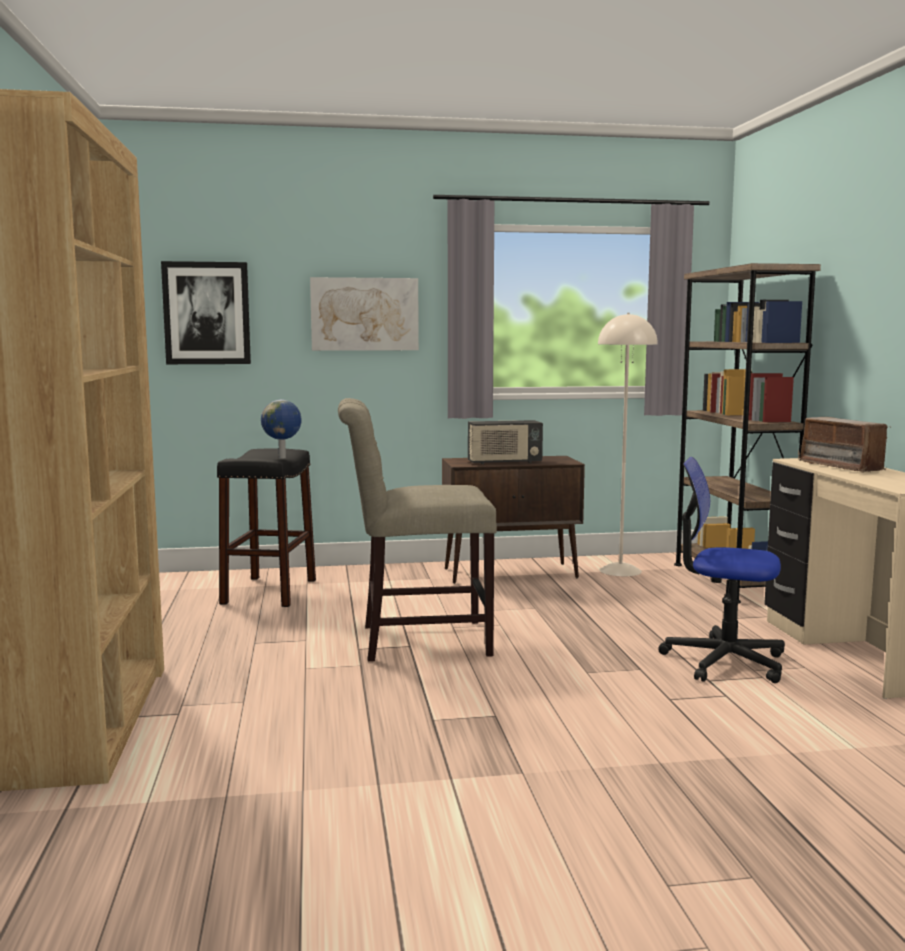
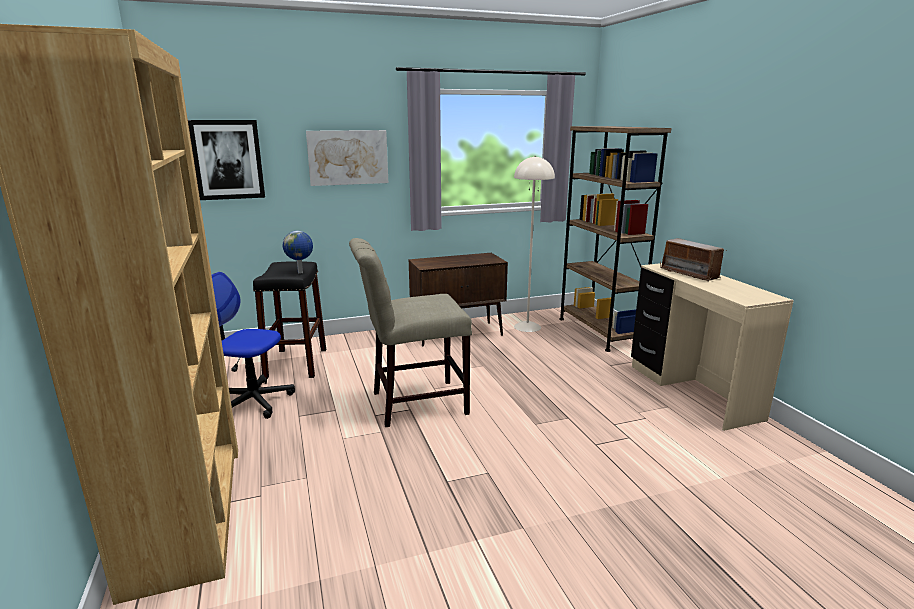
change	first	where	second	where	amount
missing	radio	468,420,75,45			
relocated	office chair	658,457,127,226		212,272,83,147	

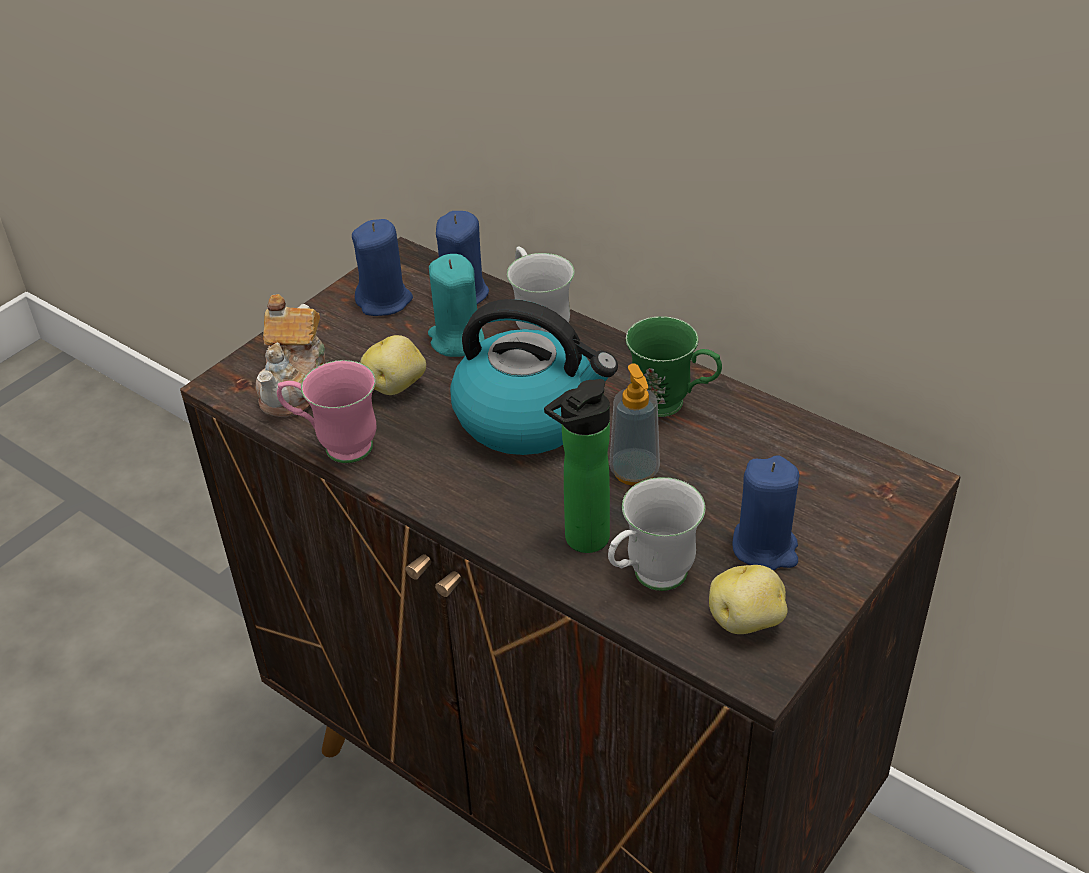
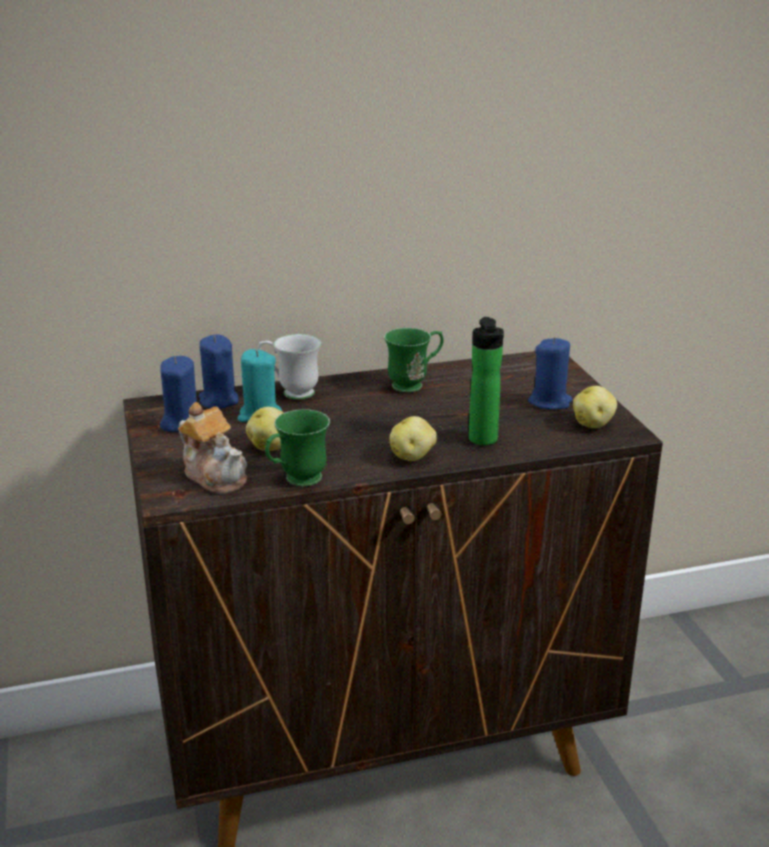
change	first	where	second	where	amount
missing	kettle	450,299,168,156			
colour	mug (pink)	277,360,99,103	mug (green)	265,409,65,77	
missing	soap dispenser	609,363,51,123			
missing	mug (white)	608,477,97,114			
appeared			potato	389,416,48,45	

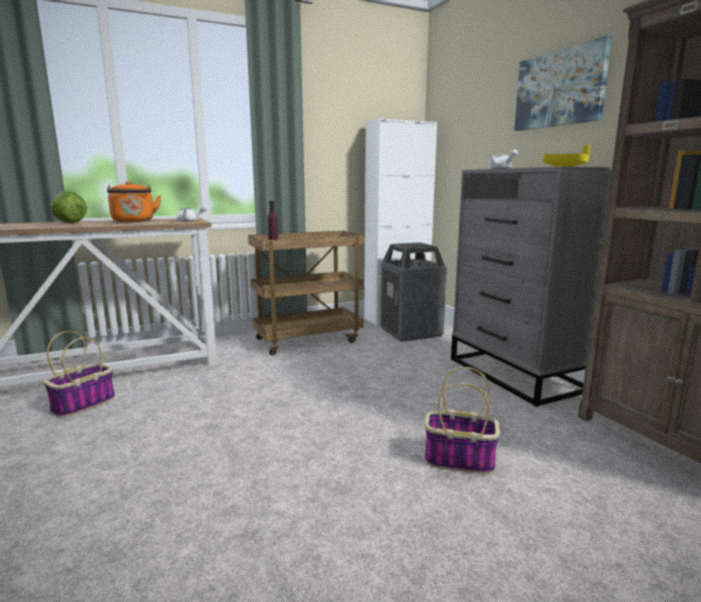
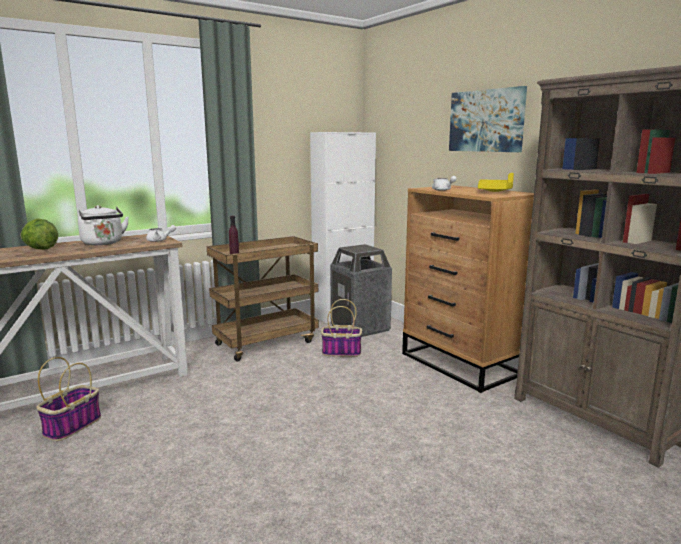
change	first	where	second	where	amount
colour	dresser (grey)	451,166,161,241	dresser (brown)	402,185,132,208	
colour	kettle (orange)	107,181,55,41	kettle (white)	78,205,51,40	
relocated	basket	425,367,75,107		321,299,41,58	

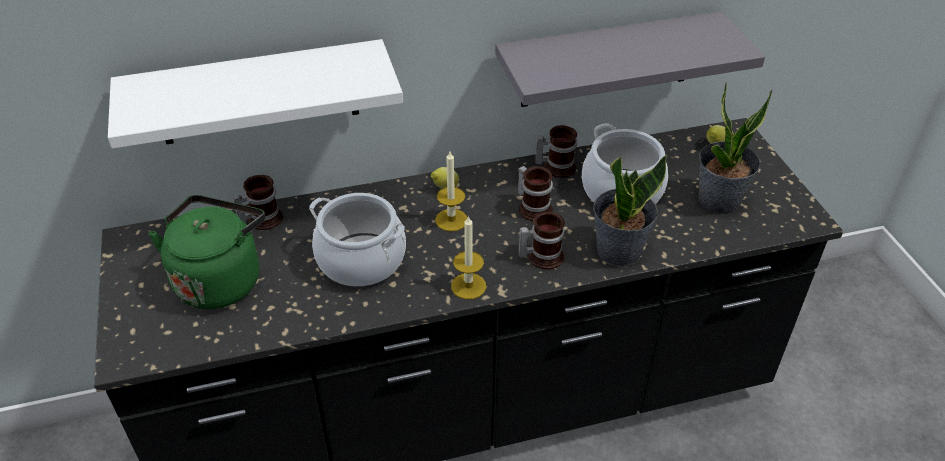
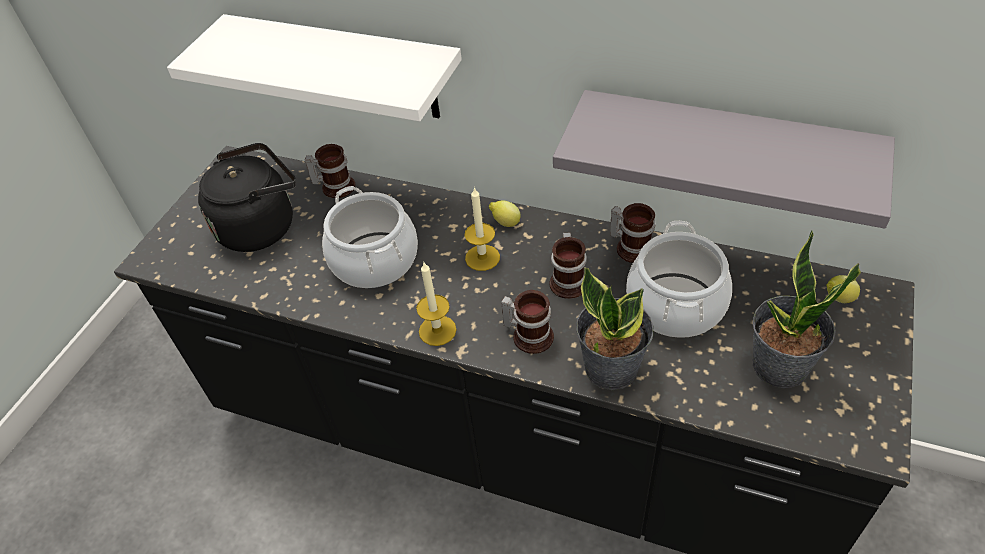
change	first	where	second	where	amount
colour	kettle (green)	148,195,117,114	kettle (black)	198,143,98,109	

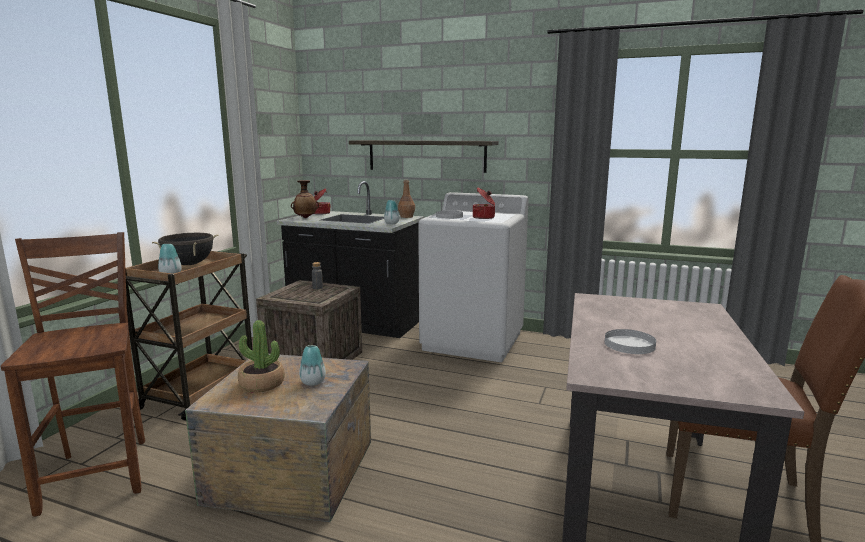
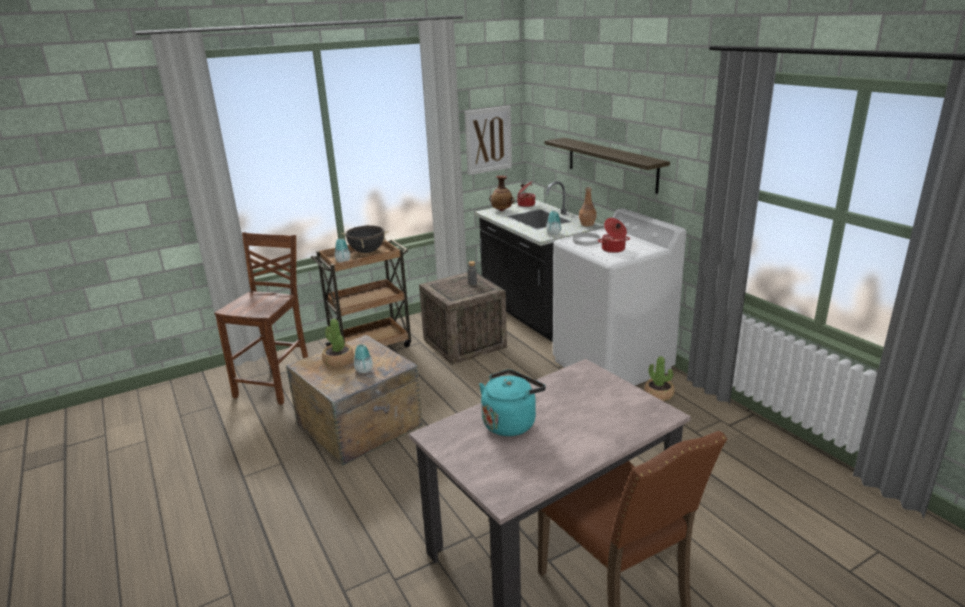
change	first	where	second	where	amount
exchanged	plate (white)	605,329,51,25	kettle (turquoise)	479,369,67,67	
appeared			picture	465,106,47,69	
appeared			potted plant	644,356,30,45	

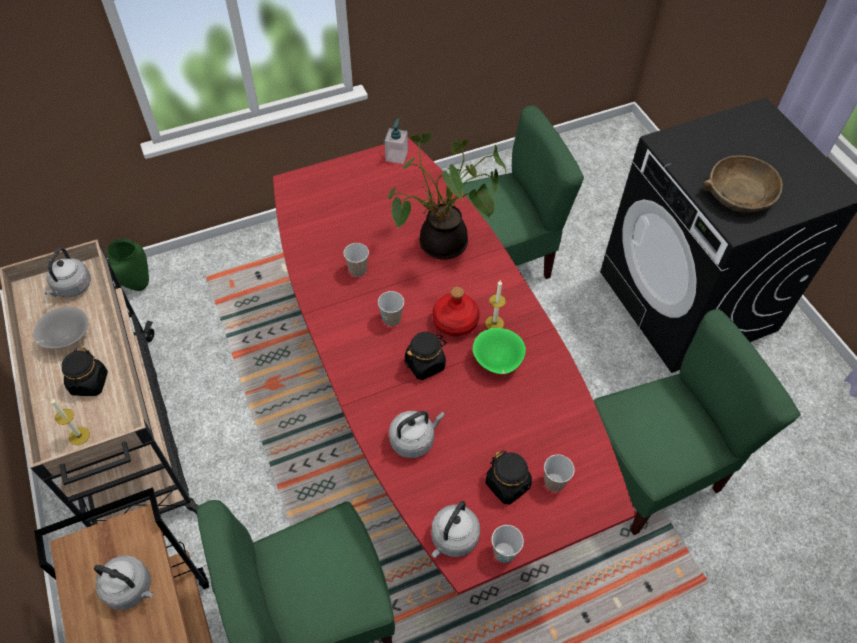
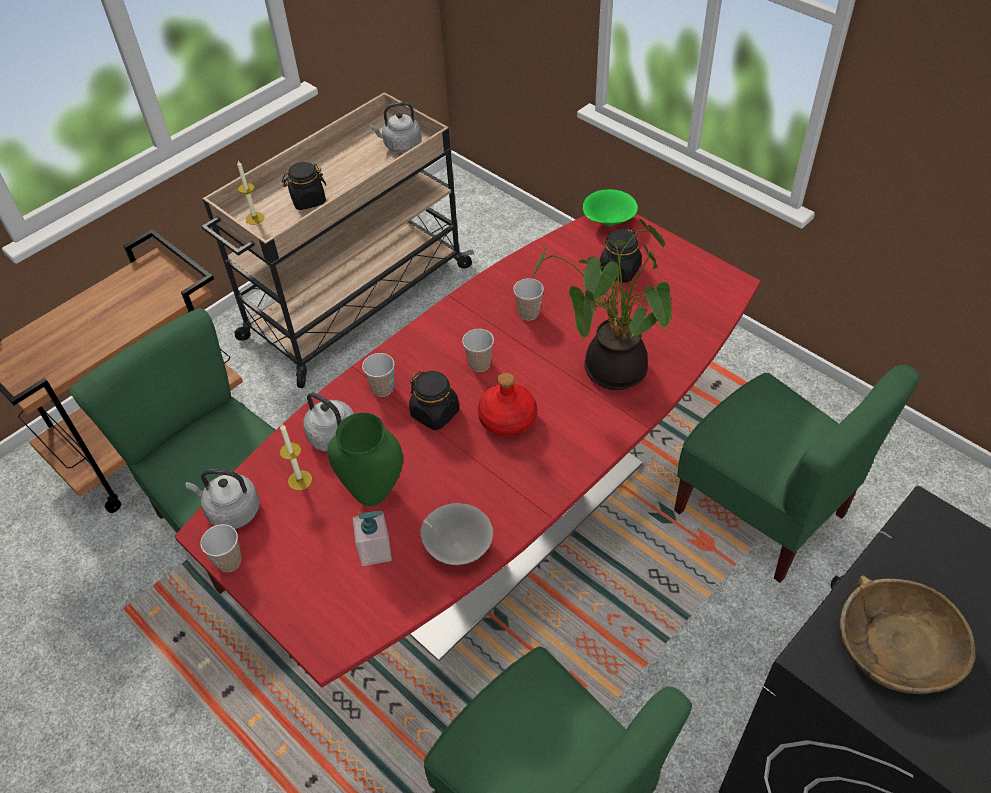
change	first	where	second	where	amount
relocated	soap dispenser	385,118,23,46		353,511,39,55	
relocated	vase (green)	107,238,42,53		327,412,76,94	
relocated	candle	485,280,21,49		279,423,33,68	
relocated	bowl (grey)	34,307,54,42		420,503,73,62	
relocated	bowl (green)	473,328,53,46		583,189,55,37	
relocated	jar (black)	486,451,46,54		600,228,42,55	
relocated	cup	544,454,31,38		362,353,33,44	
missing	kettle (grey)	94,555,59,55			

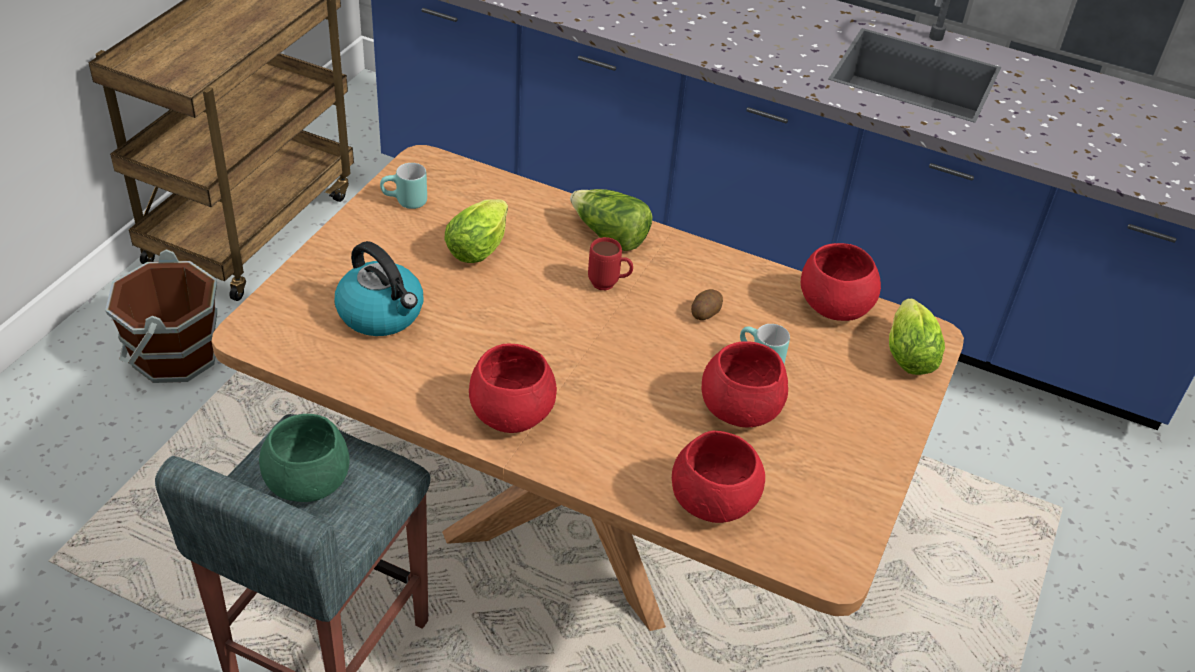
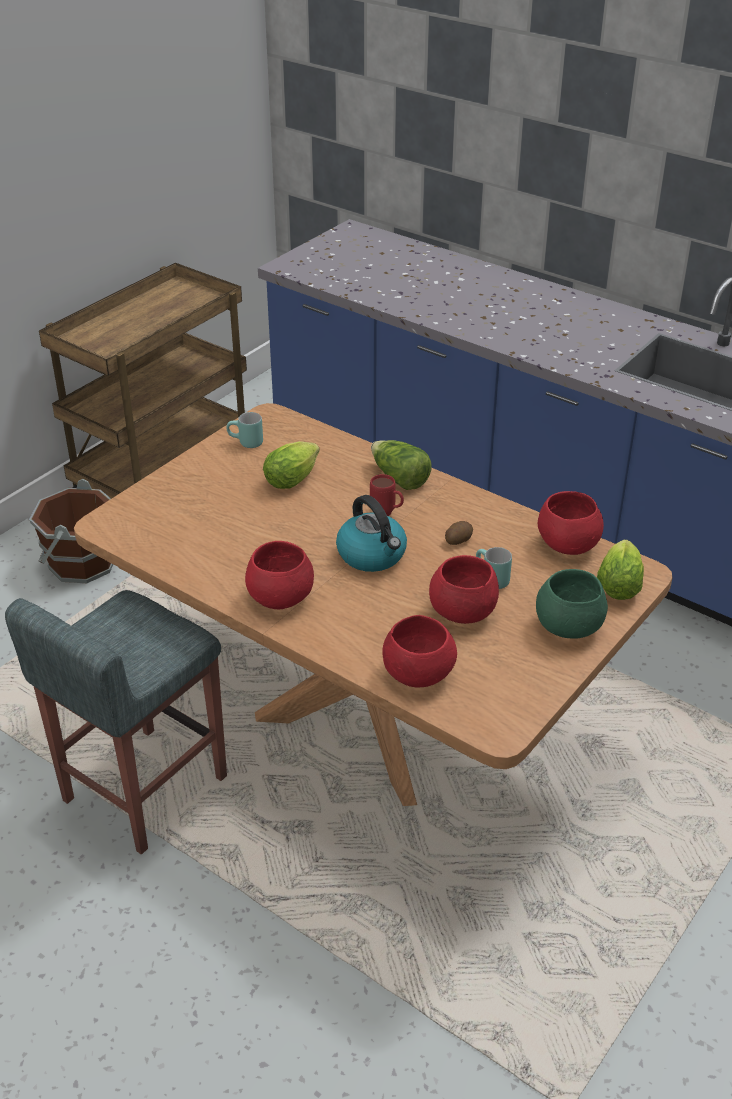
change	first	where	second	where	amount
relocated	kettle	335,241,88,95		336,495,71,77	
relocated	bowl (green)	259,414,91,88		536,569,72,70	

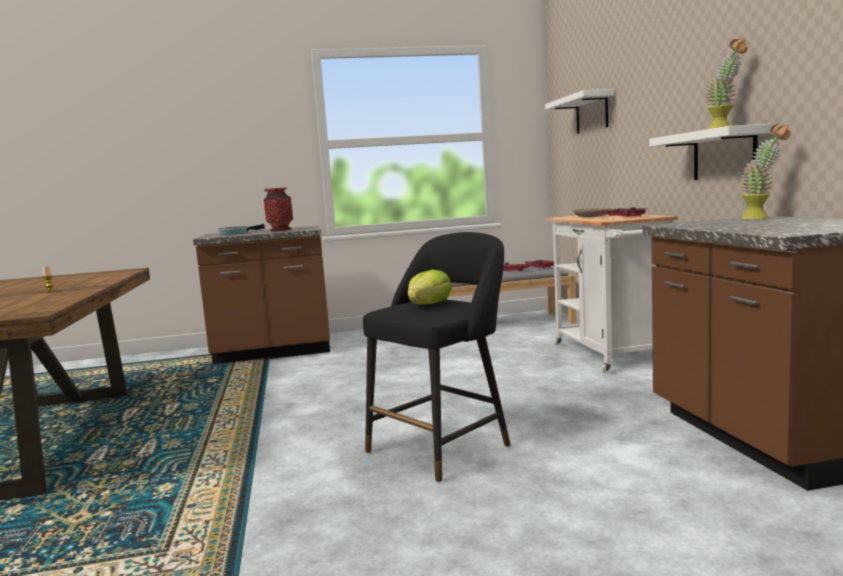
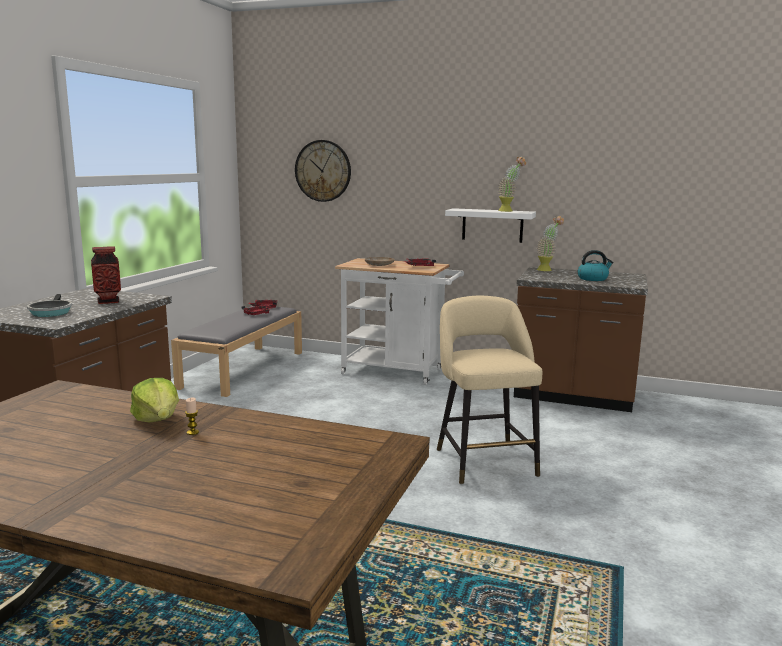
change	first	where	second	where	amount
exchanged	shelf (white)	545,89,69,45	wall clock	295,140,56,62	
colour	stool (black)	363,232,148,250	stool (beige)	437,296,105,188	
relocated	lettuce	408,269,44,36		130,378,49,44	
appeared			kettle	577,250,37,31	

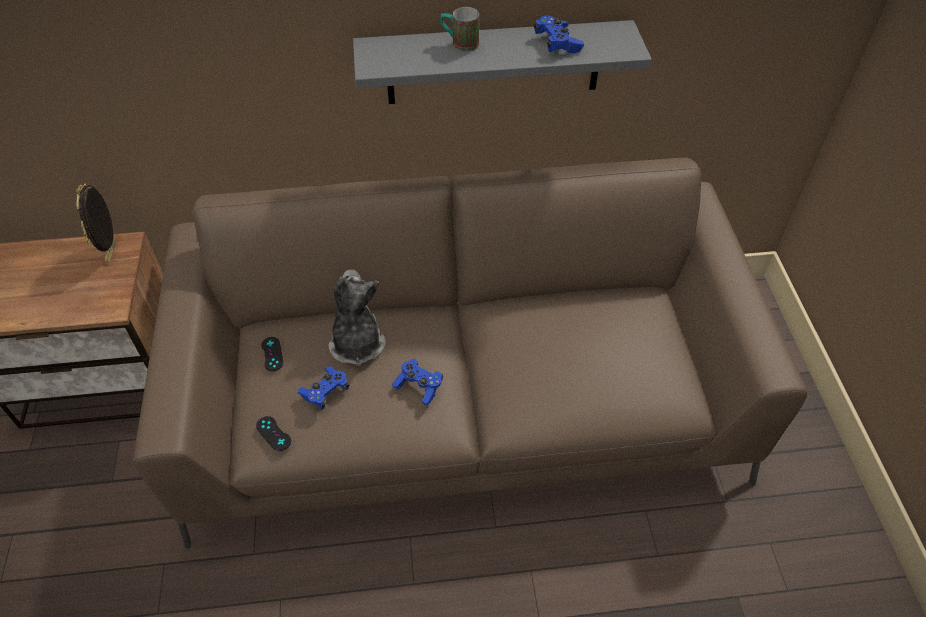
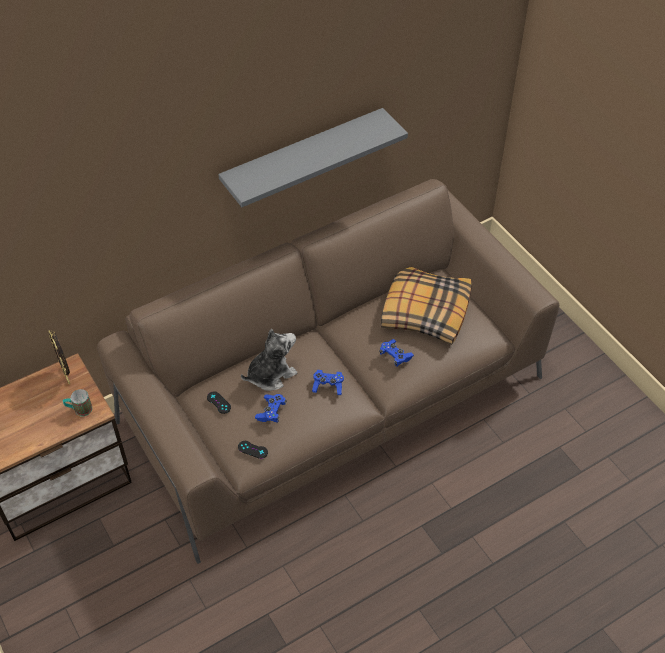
change	first	where	second	where	amount
relocated	mug	441,7,38,45		63,389,29,28	
relocated	game controller (blue)	534,16,50,38		379,339,35,28	
spun	plush toy	328,269,58,97		241,329,56,62	90 degrees clockwise
appeared			pillow	381,267,91,78	

